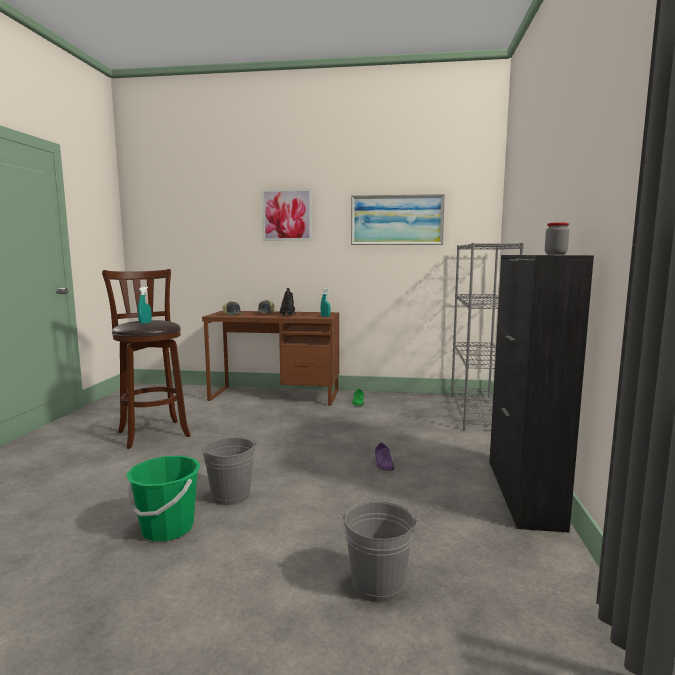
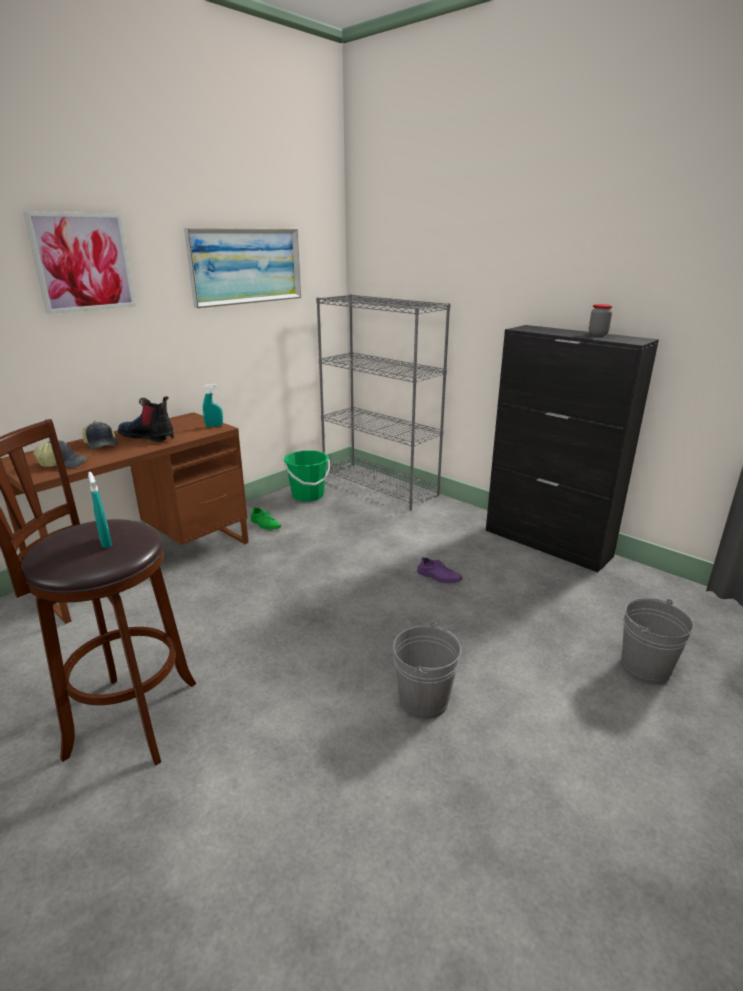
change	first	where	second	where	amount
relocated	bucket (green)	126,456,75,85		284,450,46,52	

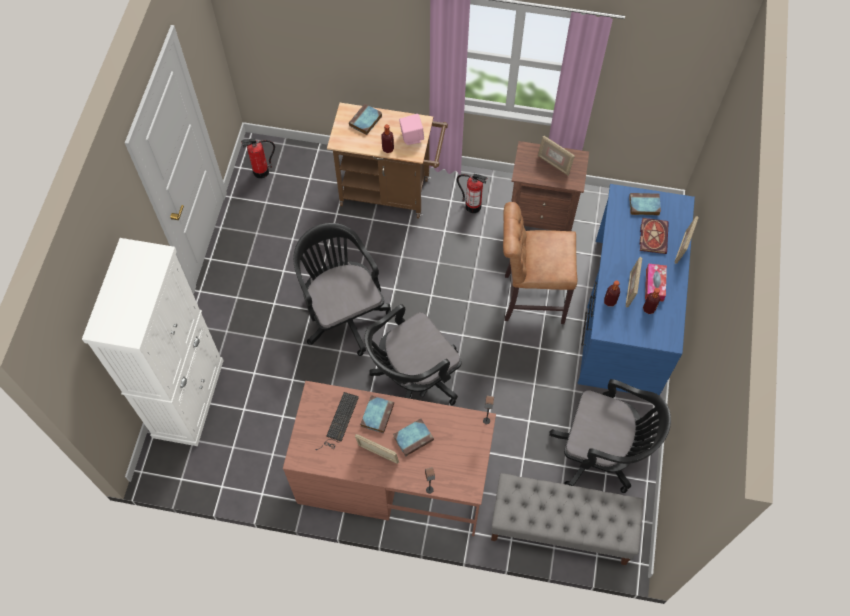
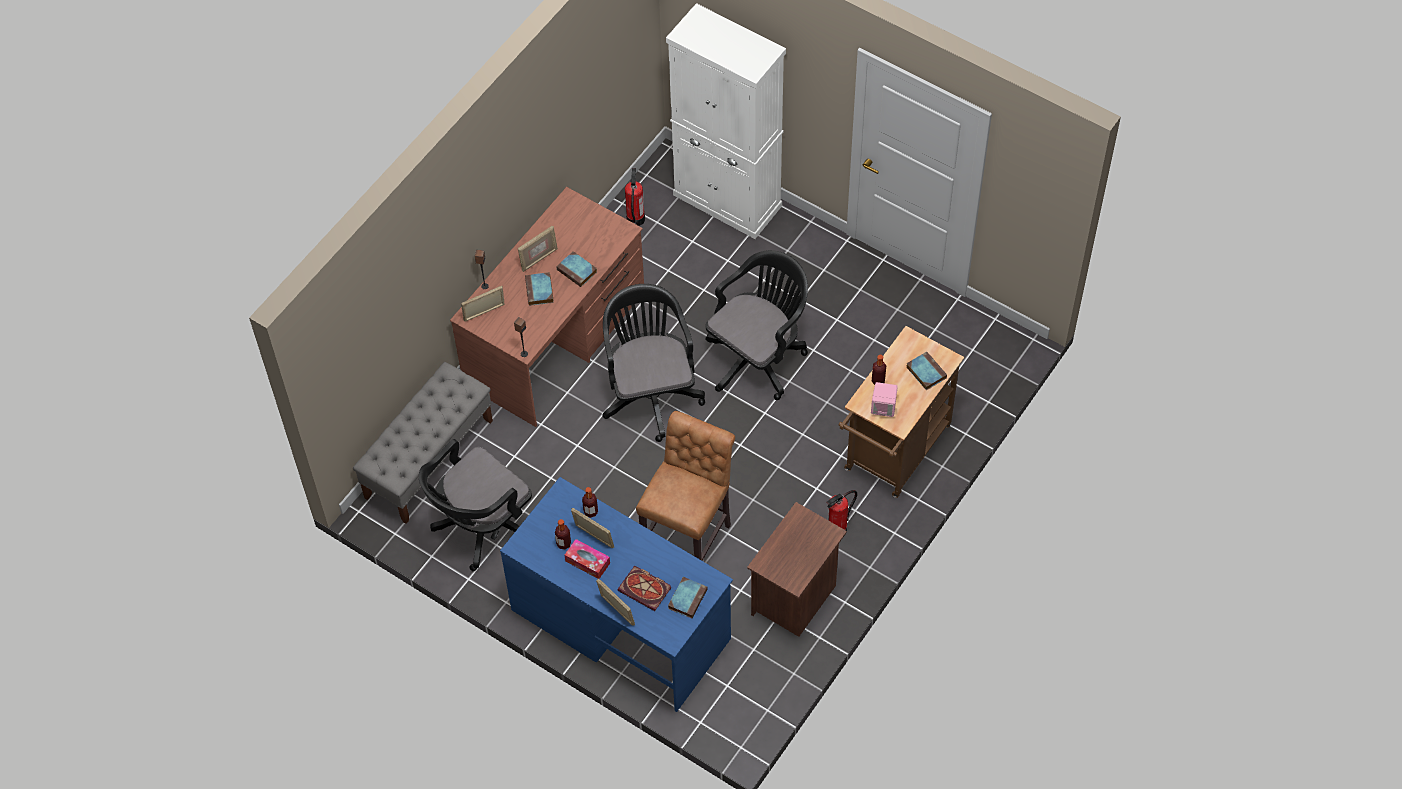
change	first	where	second	where	amount
relocated	picture frame	538,136,37,40		461,286,44,36	
relocated	fire extinguisher	241,138,34,41		625,168,20,58	
spun	office chair (black)	293,223,98,133		705,250,103,150	45 degrees counterclockwise
missing	keyboard	315,392,44,58			

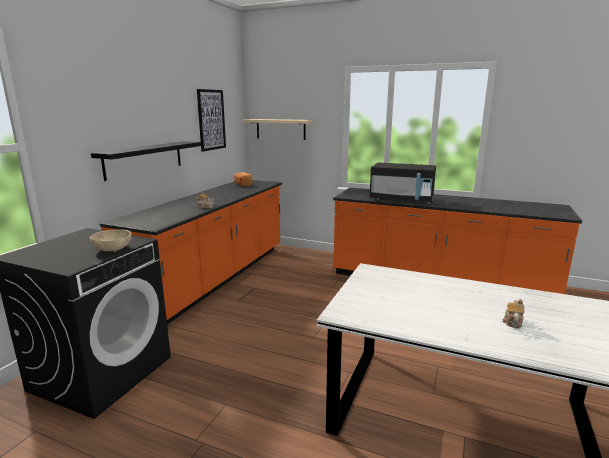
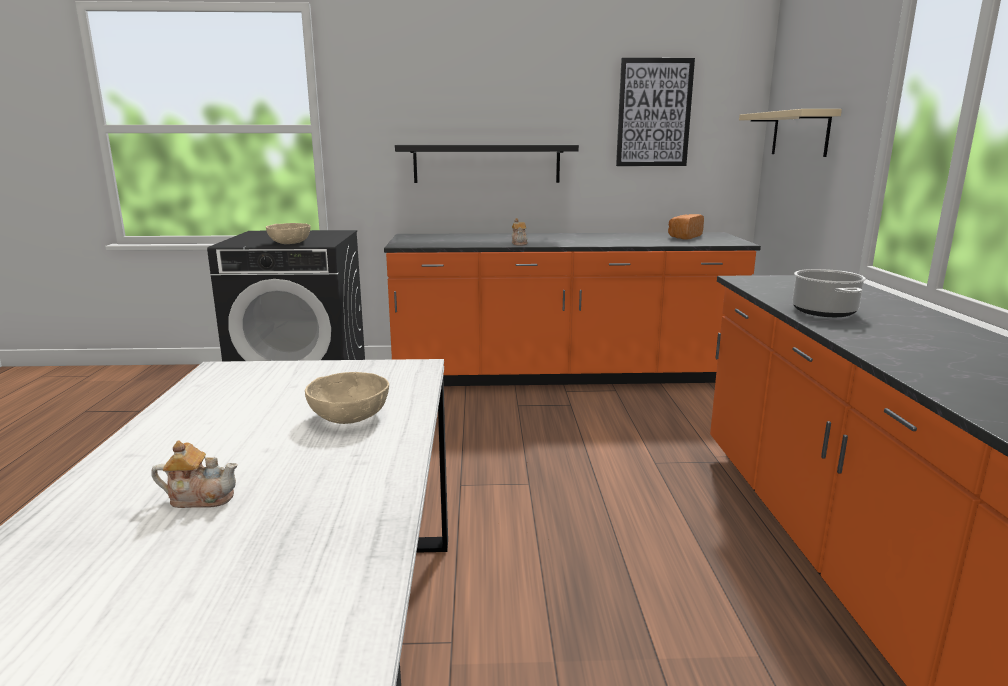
change	first	where	second	where	amount
exchanged	microwave (black)	370,162,66,42	cooking pot	792,269,74,48	
appeared			bowl (beige)	305,372,84,52	

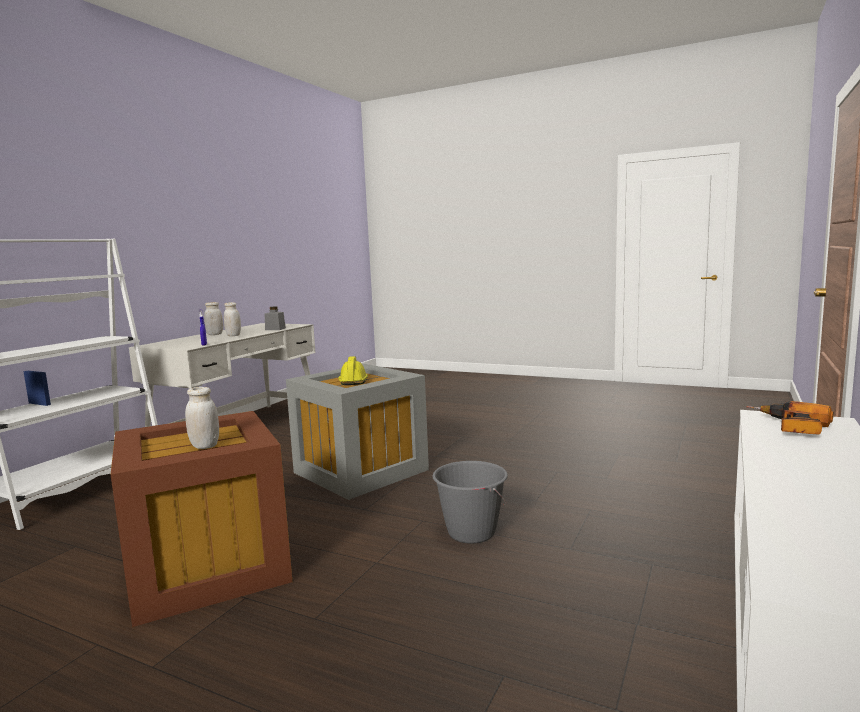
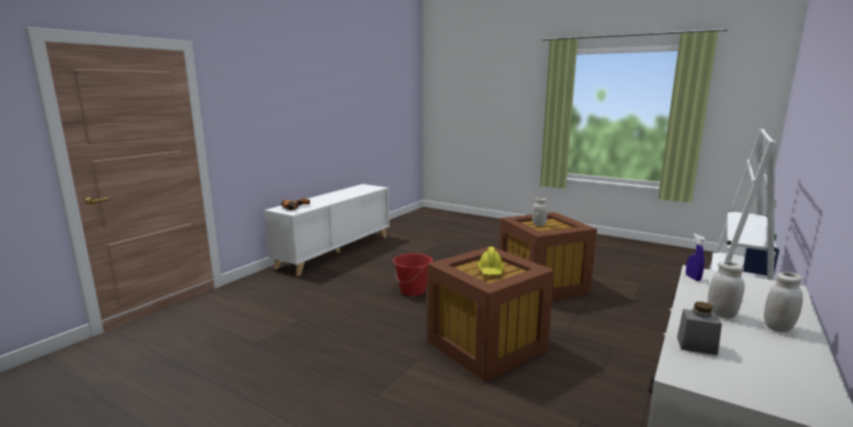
change	first	where	second	where	amount
colour	storage box (grey)	286,364,143,136	storage box (brown)	427,246,127,136	
colour	bucket (grey)	433,461,75,83	bucket (red)	393,253,40,43	

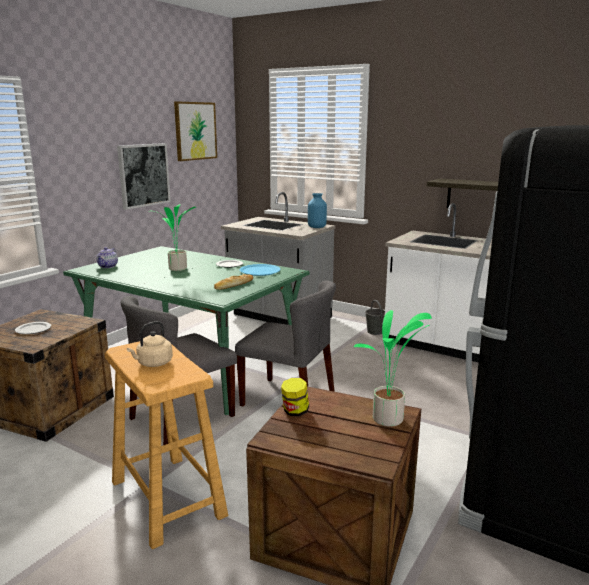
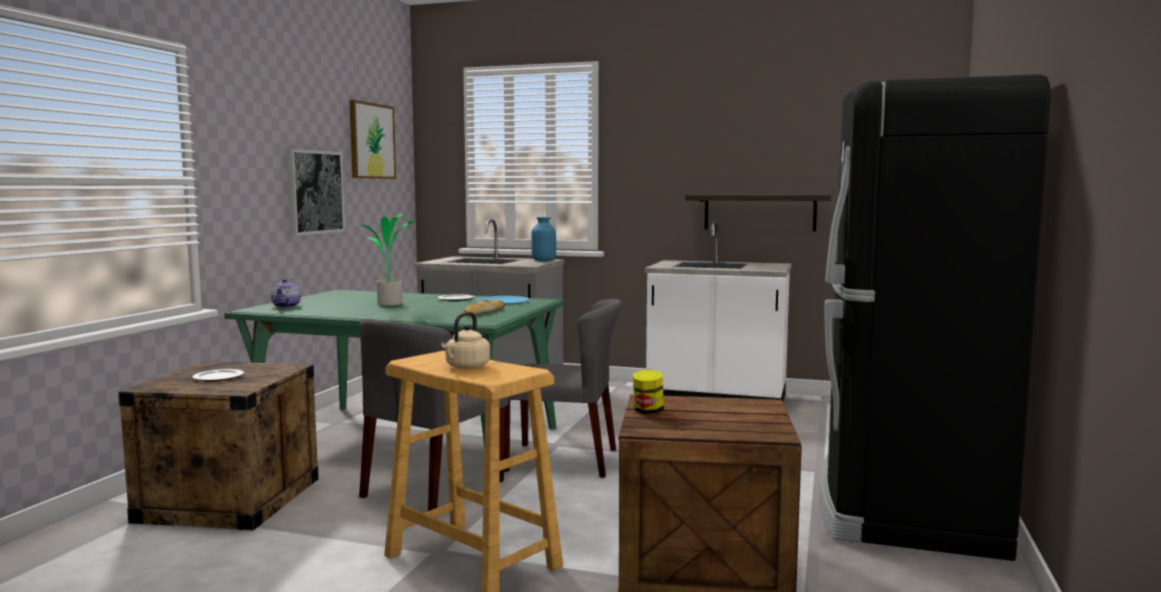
change	first	where	second	where	amount
missing	bucket (grey)	365,300,20,35			
missing	potted plant	353,310,79,117			

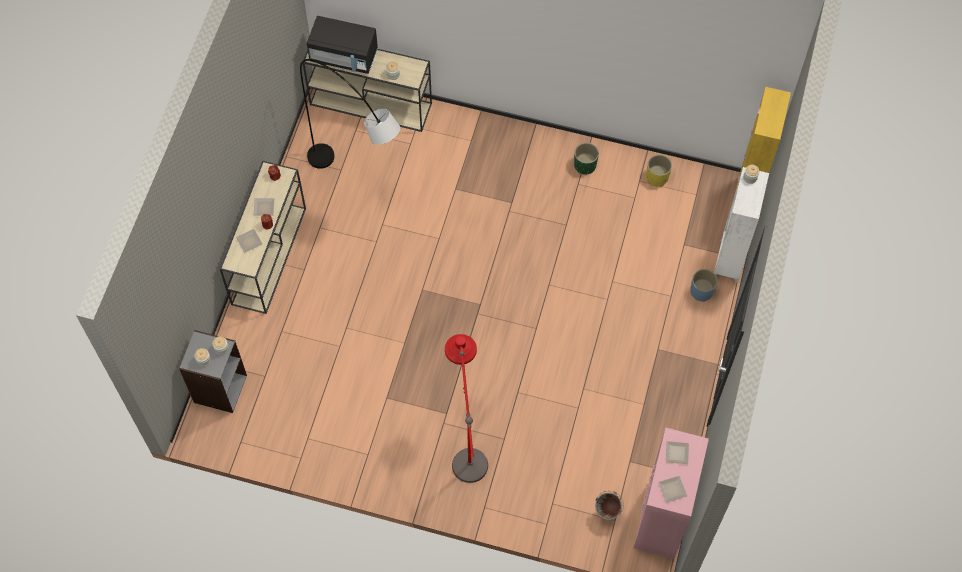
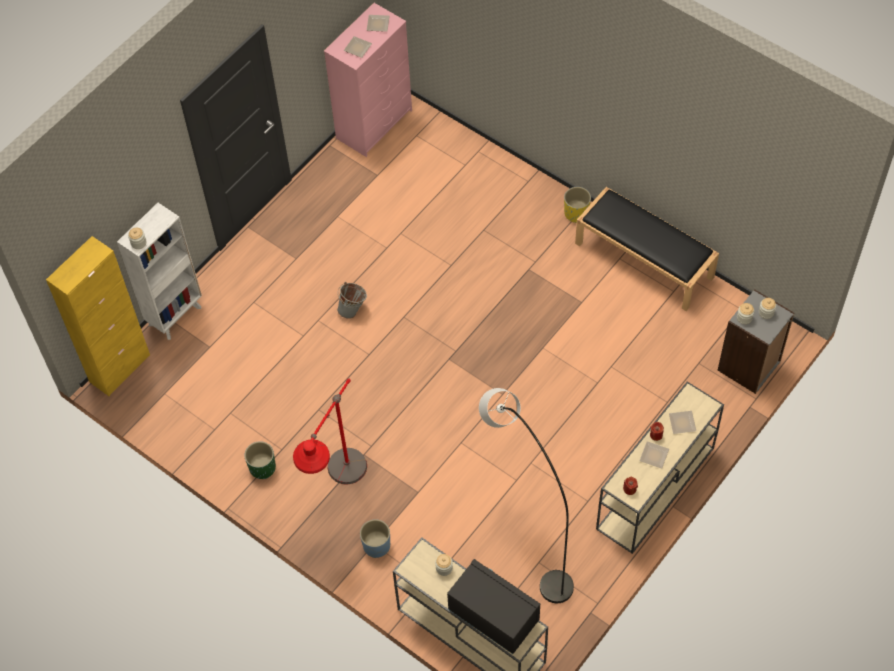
change	first	where	second	where	amount
relocated	planter (yellow)	646,154,26,33		564,187,27,36	
relocated	planter (blue)	690,269,28,33		360,519,30,39	
relocated	floor lamp (red)	445,334,43,149		293,378,74,106	
relocated	bucket (grey)	595,491,29,29		337,282,30,37	
appeared			bench (black)	575,187,144,124	

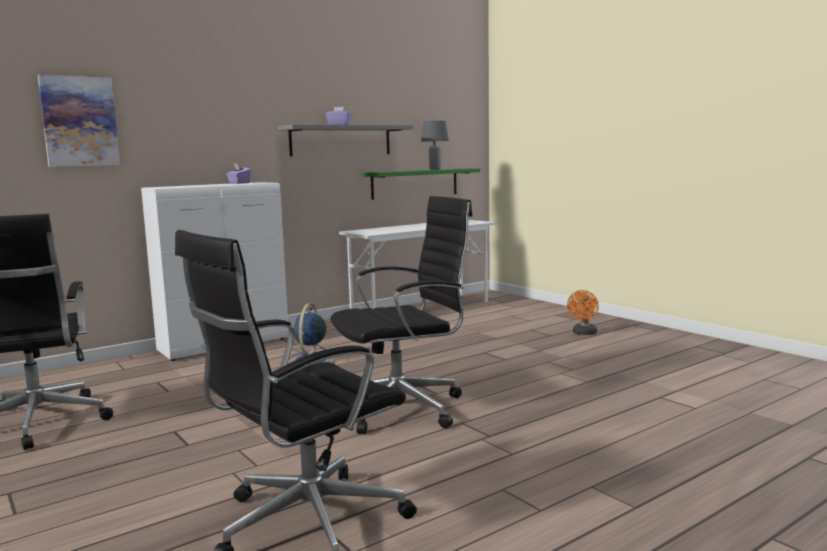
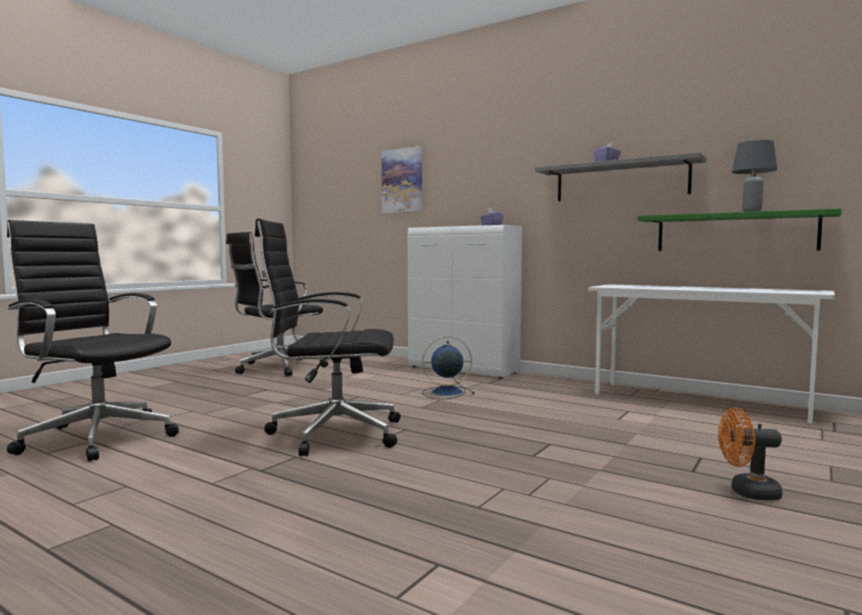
change	first	where	second	where	amount
spun	office chair (black)	331,196,141,238		255,218,146,238	135 degrees clockwise

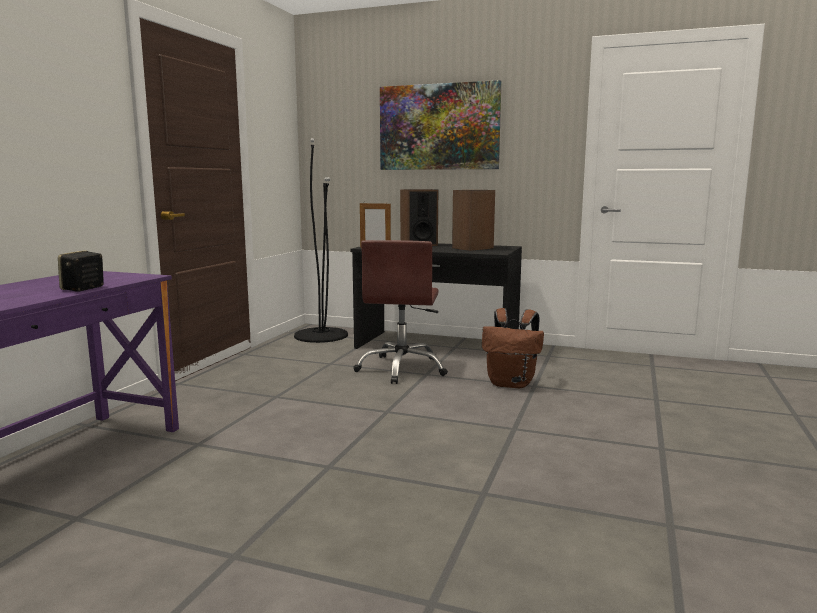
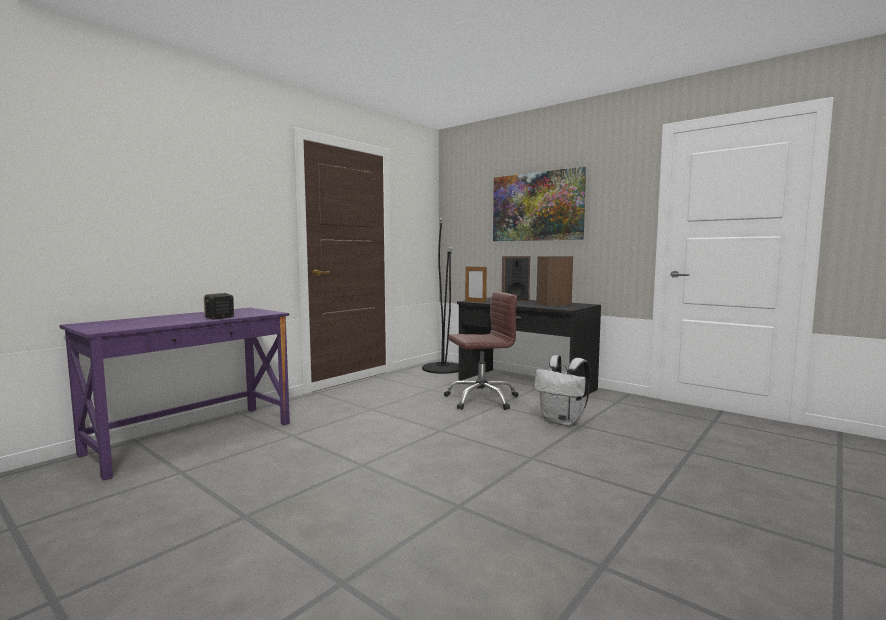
change	first	where	second	where	amount
spun	office chair (brown)	353,240,95,144		444,291,75,119	135 degrees counterclockwise
colour	backpack (brown)	482,308,62,80	backpack (white)	534,355,57,71	

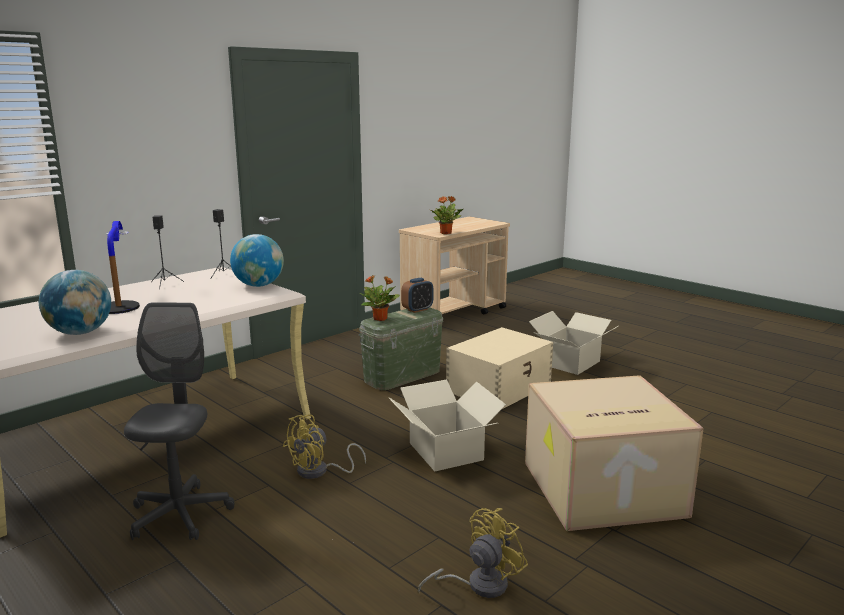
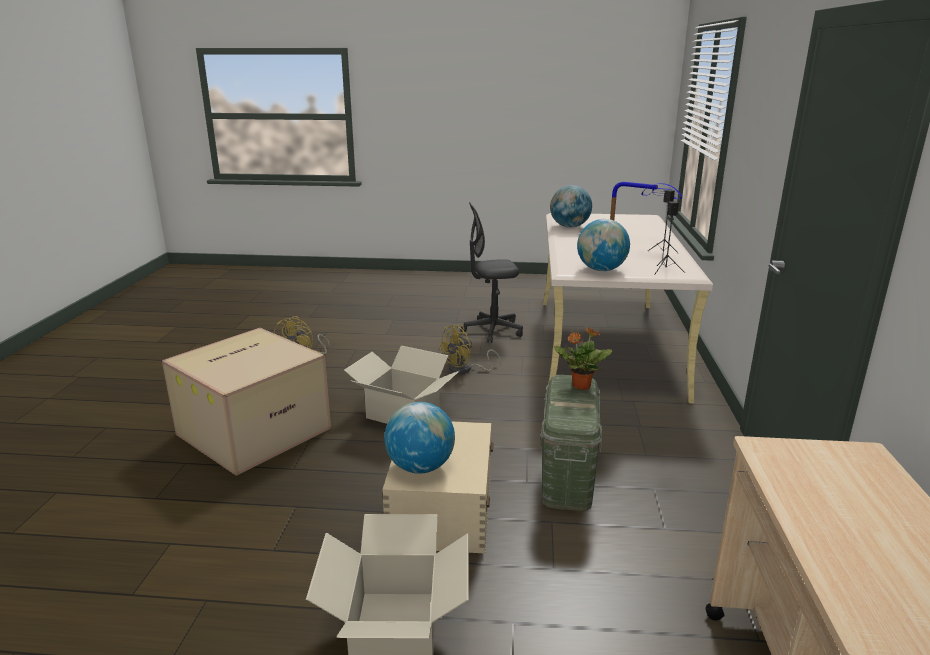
change	first	where	second	where	amount
missing	potted plant	431,196,32,38			
missing	alarm clock	401,278,32,35			
spun	office chair (grey)	124,302,110,238		461,202,62,141	120 degrees clockwise
spun	fan (yellow)	283,414,83,65		438,325,63,49	135 degrees counterclockwise
appeared			globe	384,402,71,72	

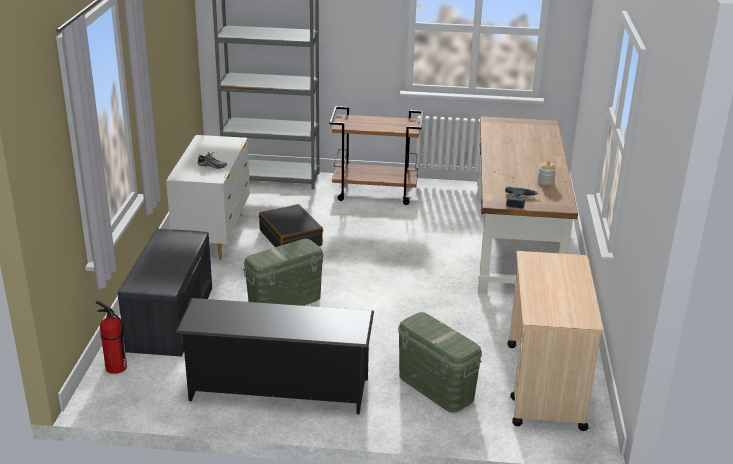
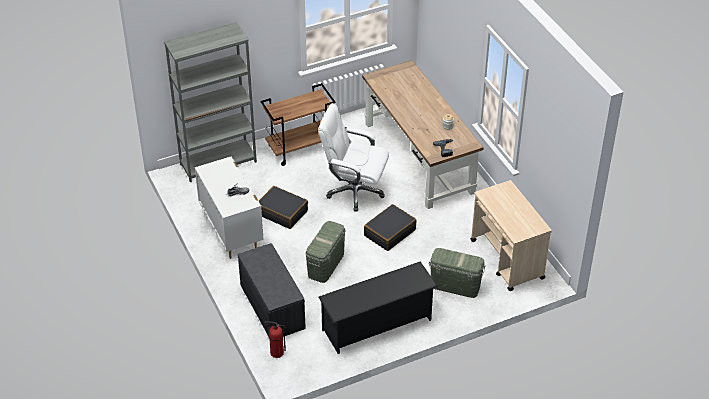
change	first	where	second	where	amount
appeared			office chair (white)	318,103,71,108	
appeared			suitcase (black)	364,204,52,47	

